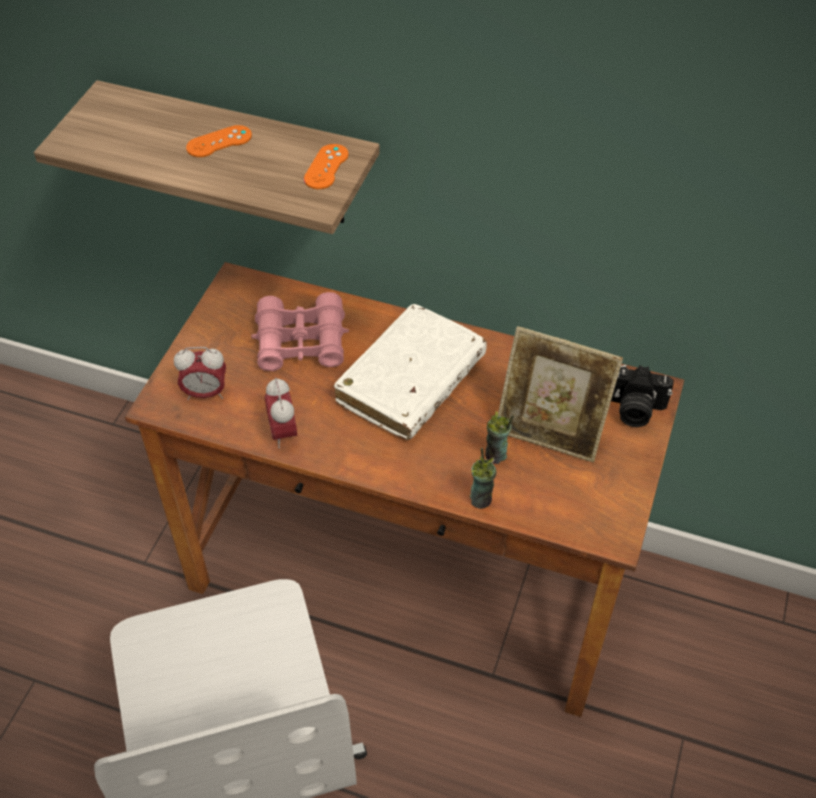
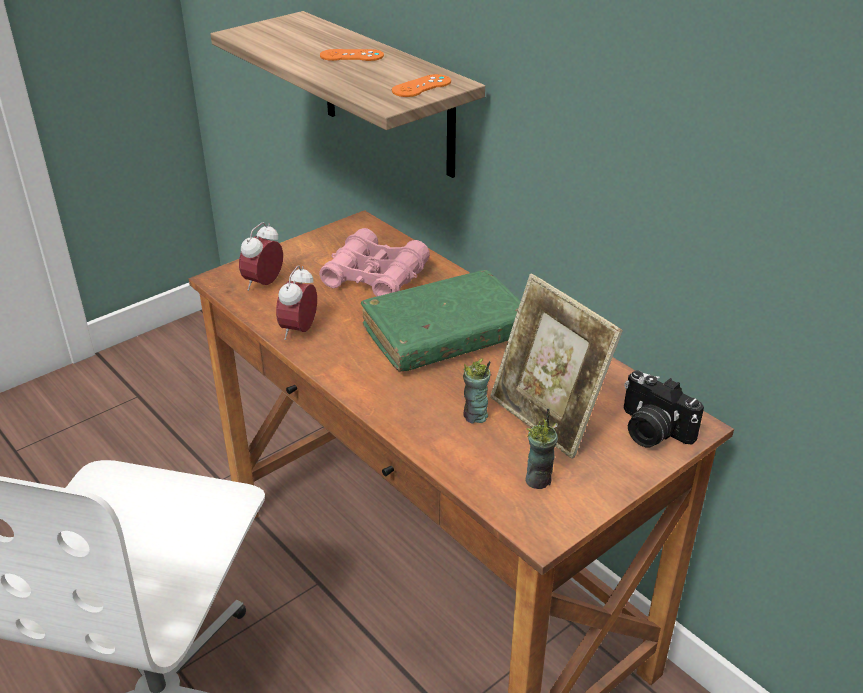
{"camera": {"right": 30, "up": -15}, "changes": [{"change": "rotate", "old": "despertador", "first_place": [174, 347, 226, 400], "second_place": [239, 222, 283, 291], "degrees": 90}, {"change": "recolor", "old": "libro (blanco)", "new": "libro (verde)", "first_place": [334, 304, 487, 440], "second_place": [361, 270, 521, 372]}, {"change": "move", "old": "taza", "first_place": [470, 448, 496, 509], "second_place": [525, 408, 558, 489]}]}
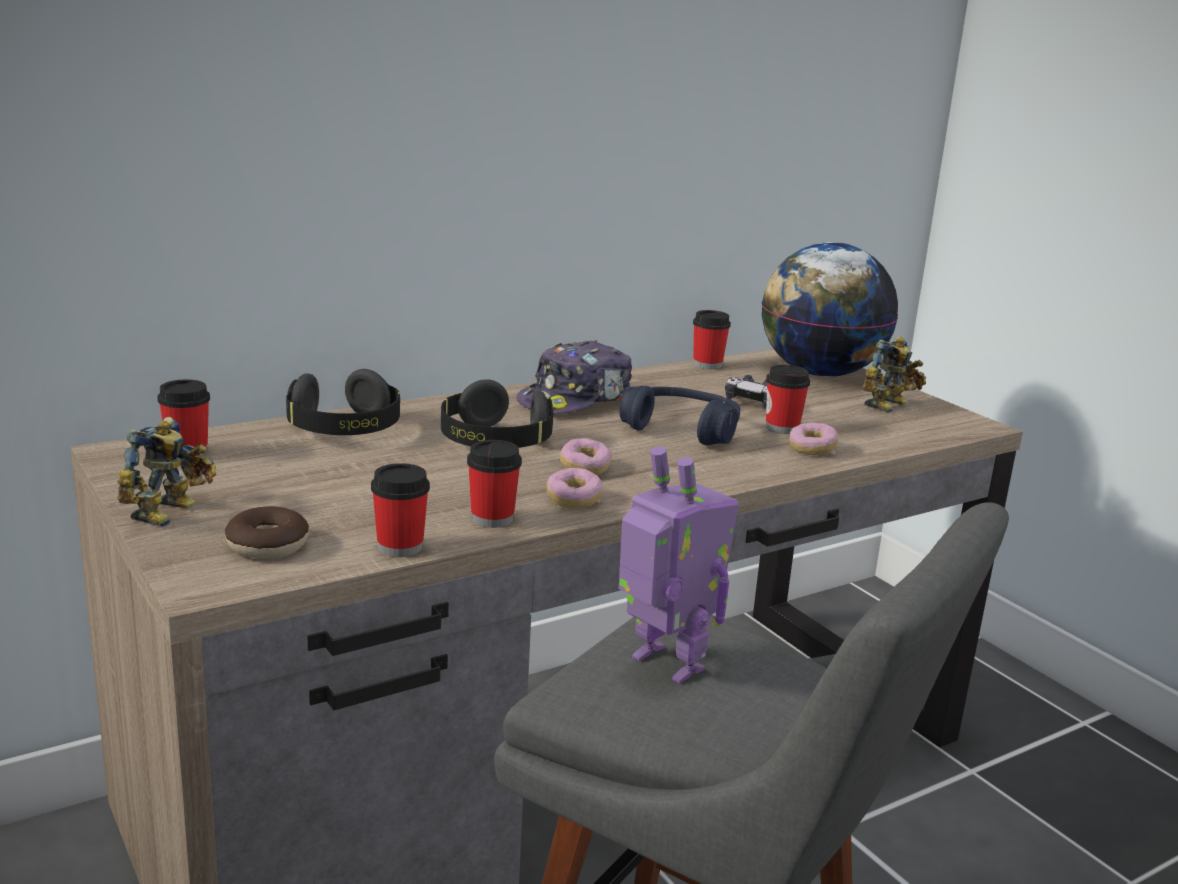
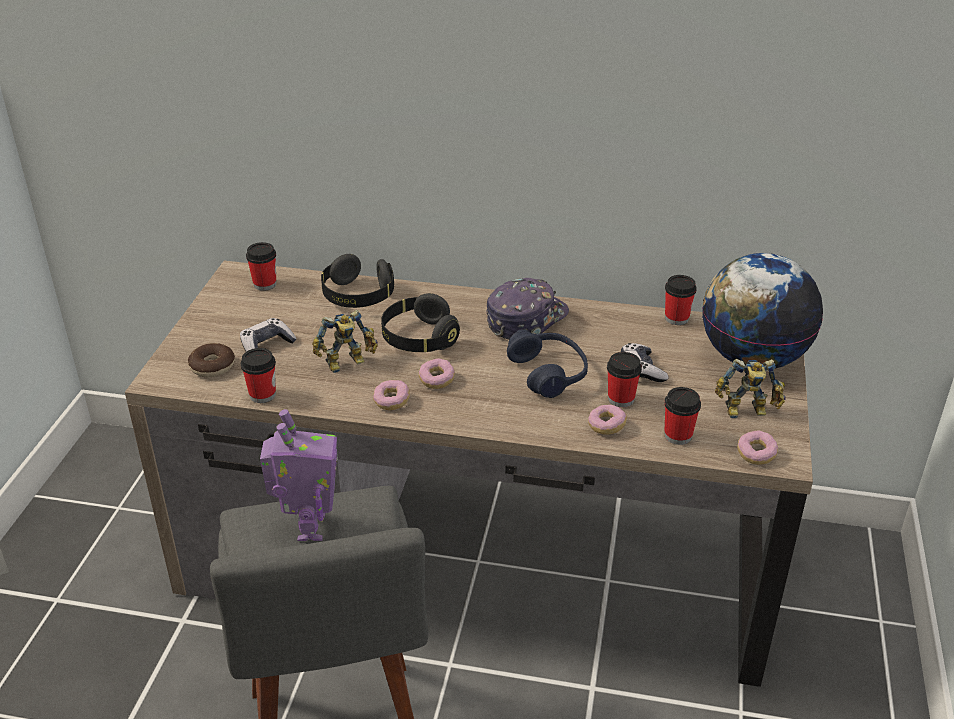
{"camera": {"right": 45, "up": 15}, "changes": [{"change": "insert", "new": "mando de consola", "second_place": [240, 318, 297, 352]}, {"change": "move", "old": "robot de juguete", "first_place": [117, 417, 216, 527], "second_place": [312, 310, 378, 373]}, {"change": "rotate", "old": "gorra", "first_place": [516, 340, 632, 414], "second_place": [486, 278, 569, 339], "degrees": 135}, {"change": "move", "old": "taza", "first_place": [467, 440, 522, 528], "second_place": [664, 387, 701, 445]}, {"change": "insert", "new": "rosquilla", "second_place": [737, 430, 778, 465]}]}
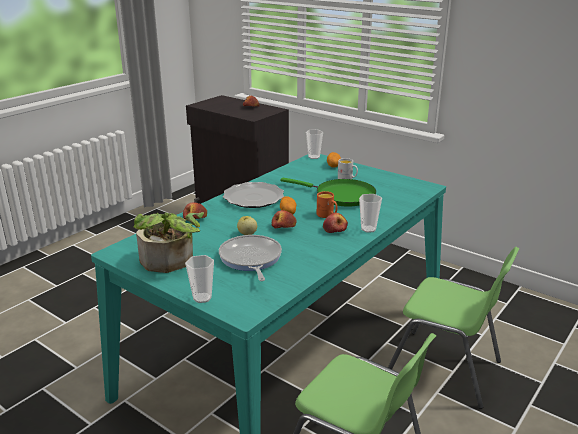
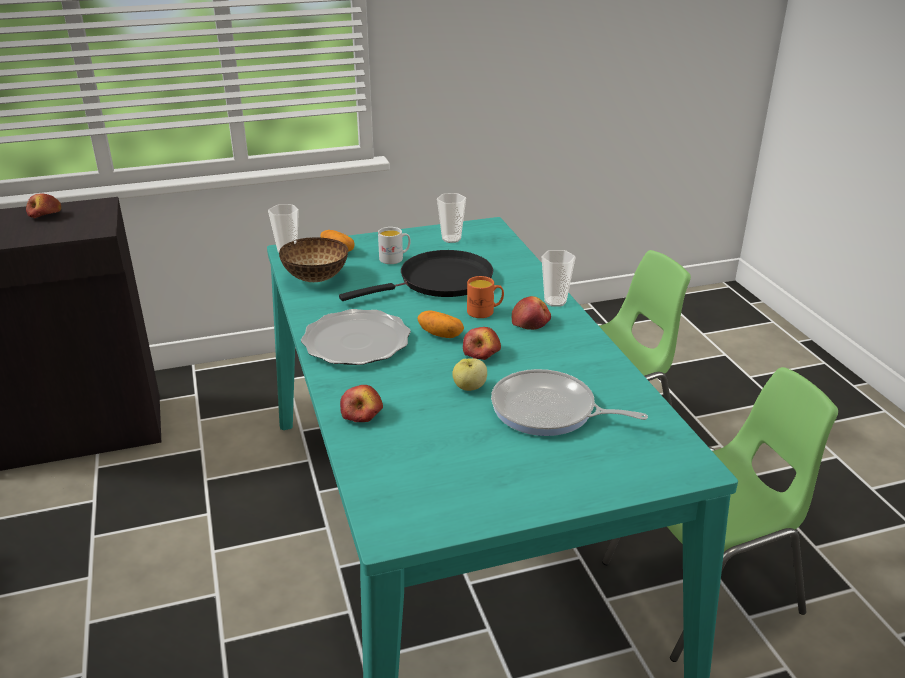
{"camera": {"right": -55, "up": 5}, "changes": [{"change": "insert", "new": "cuenco", "second_place": [279, 238, 348, 282]}, {"change": "recolor", "old": "sartén (verde)", "new": "sartén (negro)", "first_place": [280, 178, 376, 207], "second_place": [339, 250, 493, 301]}, {"change": "move", "old": "taza", "first_place": [185, 255, 214, 303], "second_place": [437, 193, 466, 243]}, {"change": "delete", "old": "planta en maceta", "first_place": [133, 212, 204, 273]}]}
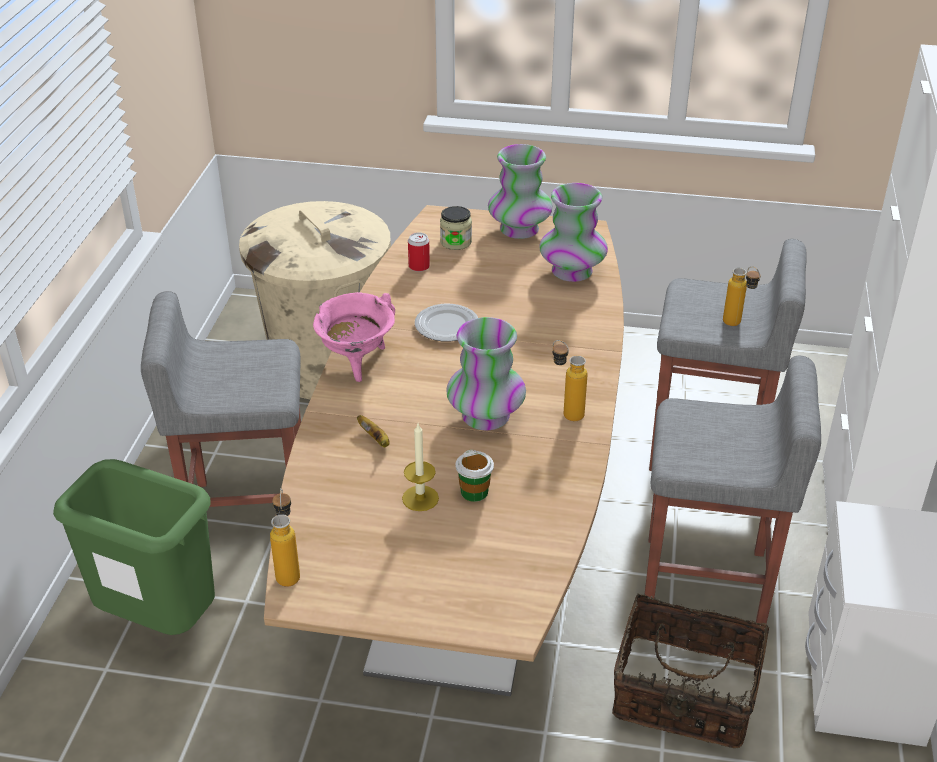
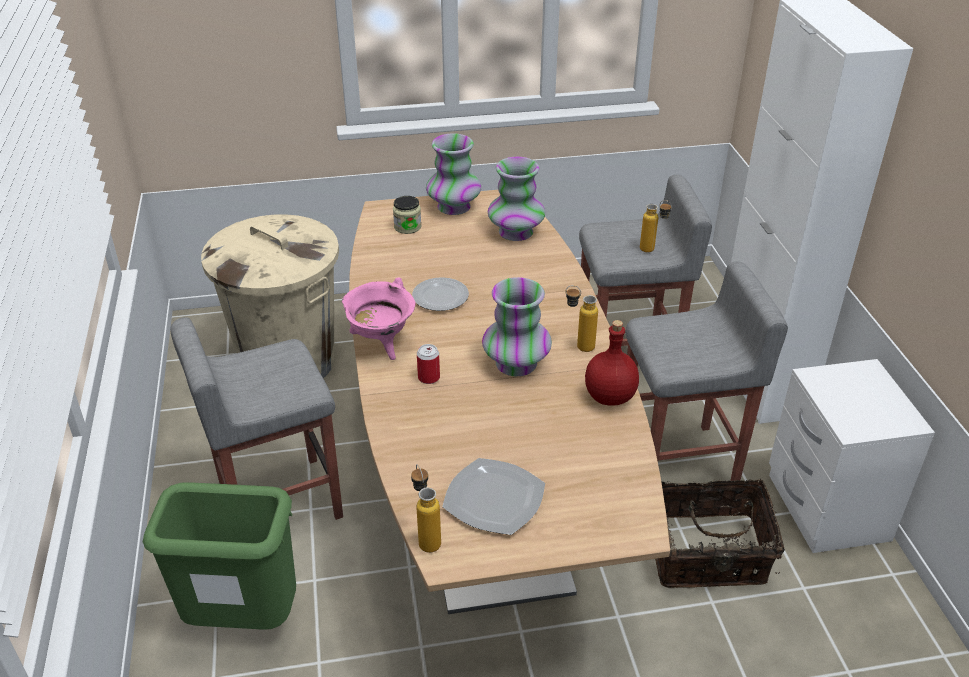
{"camera": {"right": -20, "up": 0}, "changes": [{"change": "move", "old": "lata", "first_place": [408, 232, 430, 272], "second_place": [417, 344, 440, 384]}, {"change": "insert", "new": "plato", "second_place": [442, 458, 545, 535]}, {"change": "insert", "new": "botella (rojo)", "second_place": [585, 320, 639, 406]}, {"change": "delete", "old": "plátano", "first_place": [357, 415, 390, 447]}, {"change": "delete", "old": "vela", "first_place": [402, 424, 439, 511]}, {"change": "delete", "old": "taza", "first_place": [456, 449, 494, 502]}]}
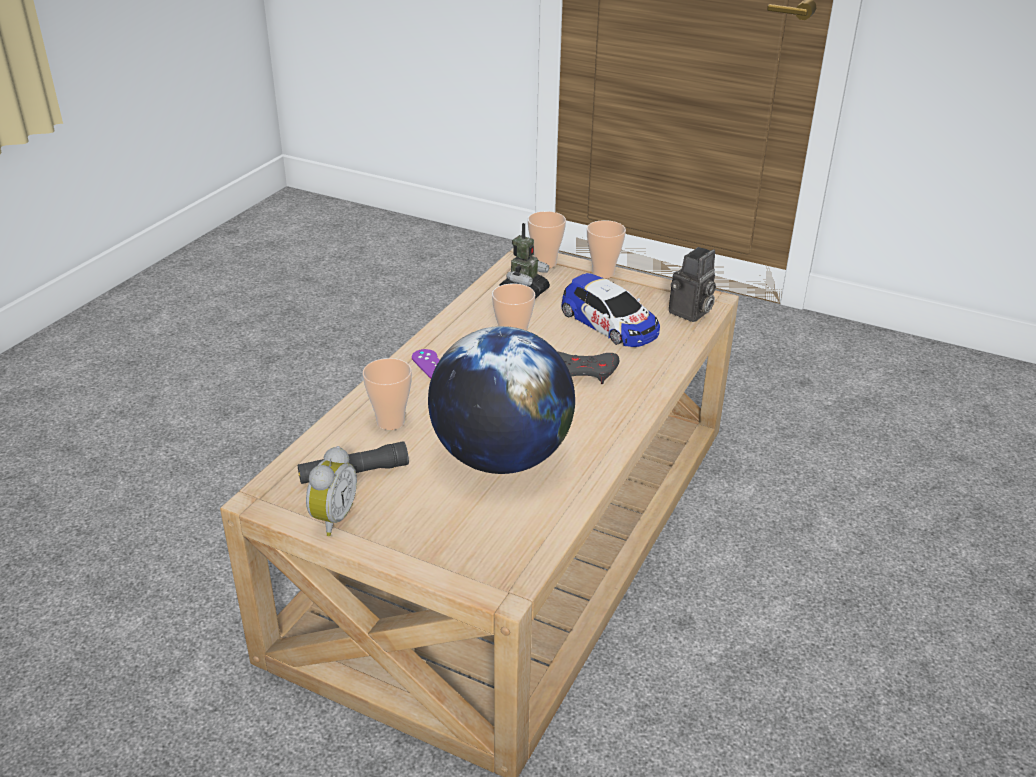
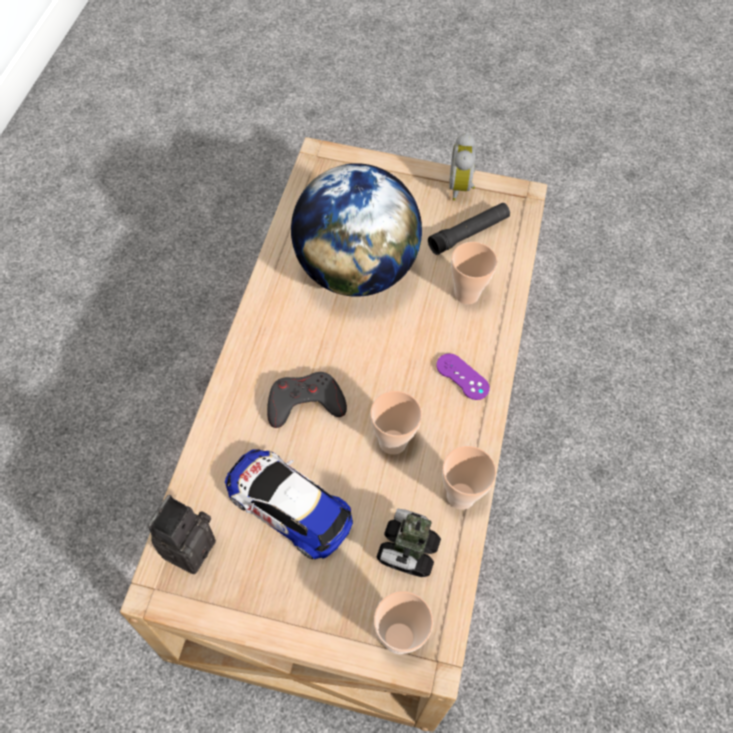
{"camera": {"right": 165, "up": 25}, "changes": [{"change": "move", "old": "taza", "first_place": [587, 220, 626, 279], "second_place": [442, 446, 496, 510]}]}
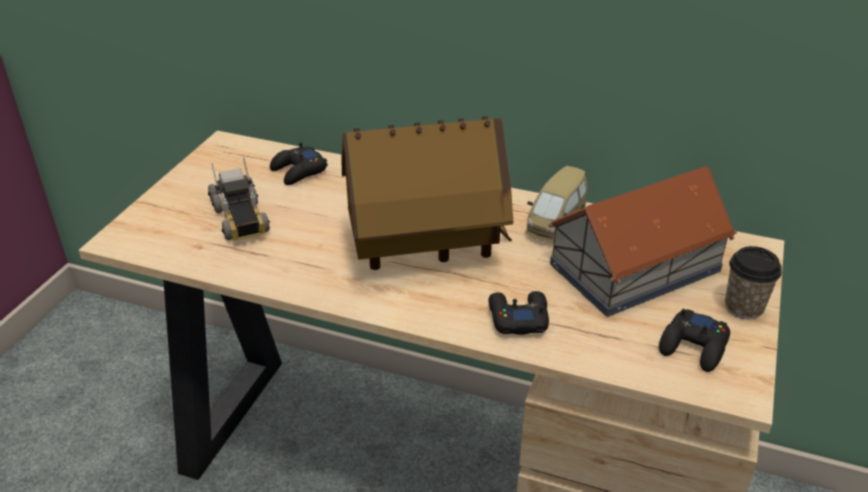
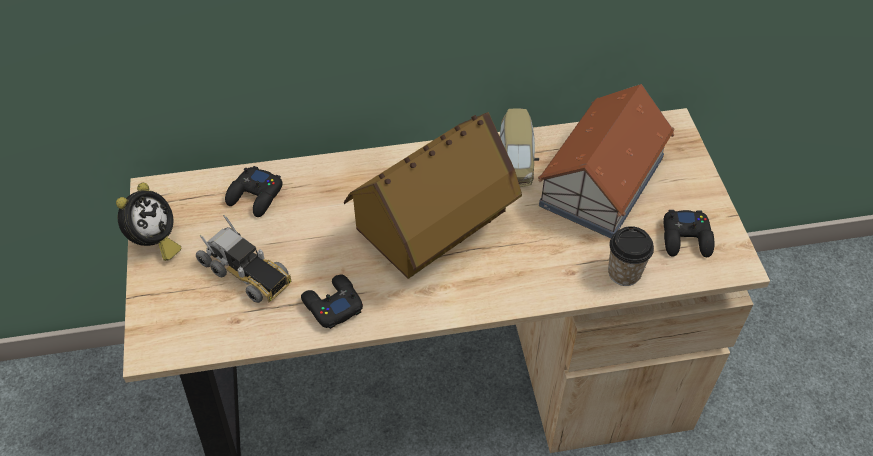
{"camera": {"right": -30, "up": 15}, "changes": [{"change": "insert", "new": "despertador", "second_place": [116, 183, 181, 261]}, {"change": "move", "old": "mando de consola (negro)", "first_place": [488, 291, 549, 335], "second_place": [301, 275, 363, 329]}, {"change": "move", "old": "taza", "first_place": [725, 246, 782, 319], "second_place": [608, 226, 654, 286]}]}
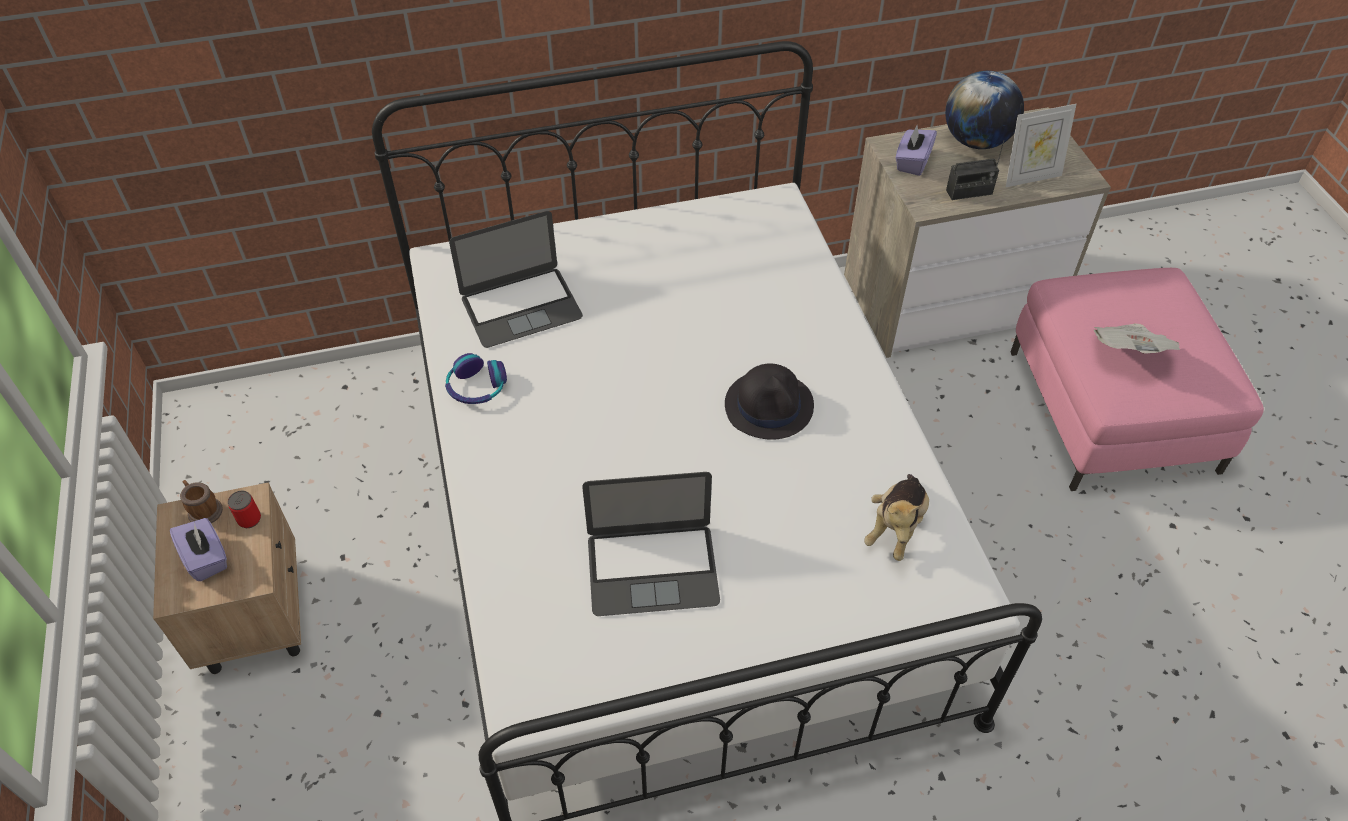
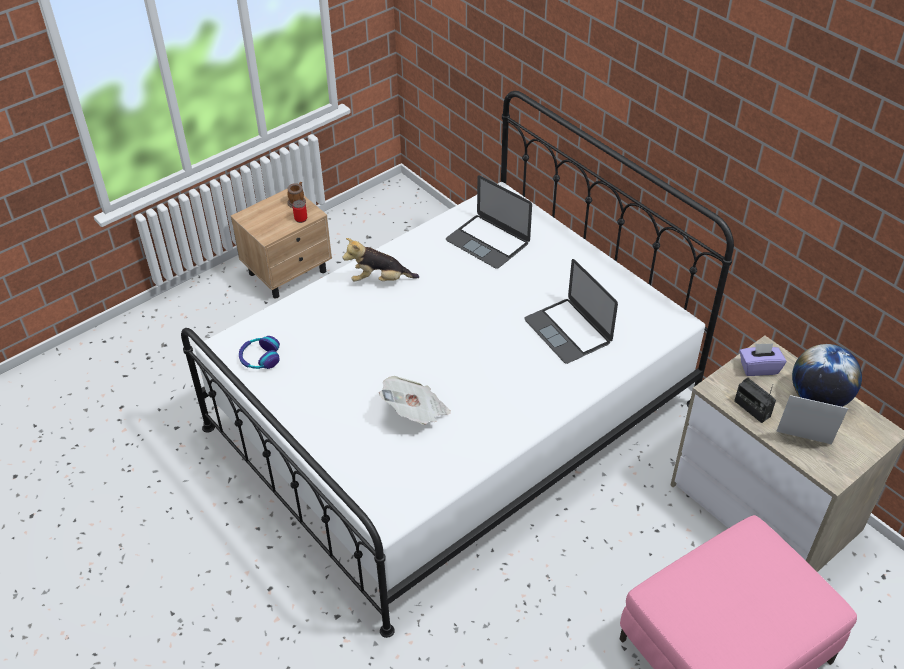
{"camera": {"right": 65, "up": -5}, "changes": [{"change": "move", "old": "auriculares", "first_place": [445, 353, 507, 404], "second_place": [239, 336, 280, 369]}, {"change": "move", "old": "peluche", "first_place": [864, 474, 929, 561], "second_place": [342, 238, 419, 282]}, {"change": "move", "old": "periódico", "first_place": [1094, 323, 1180, 353], "second_place": [379, 376, 451, 425]}, {"change": "move", "old": "portátil", "first_place": [582, 472, 720, 616], "second_place": [524, 259, 618, 364]}, {"change": "rotate", "old": "portarretratos", "first_place": [1006, 104, 1076, 187], "second_place": [776, 395, 848, 444], "degrees": 150}, {"change": "delete", "old": "caja de pañuelos (morado)", "first_place": [170, 518, 227, 581]}, {"change": "delete", "old": "sombrero (negro)", "first_place": [725, 363, 814, 440]}]}
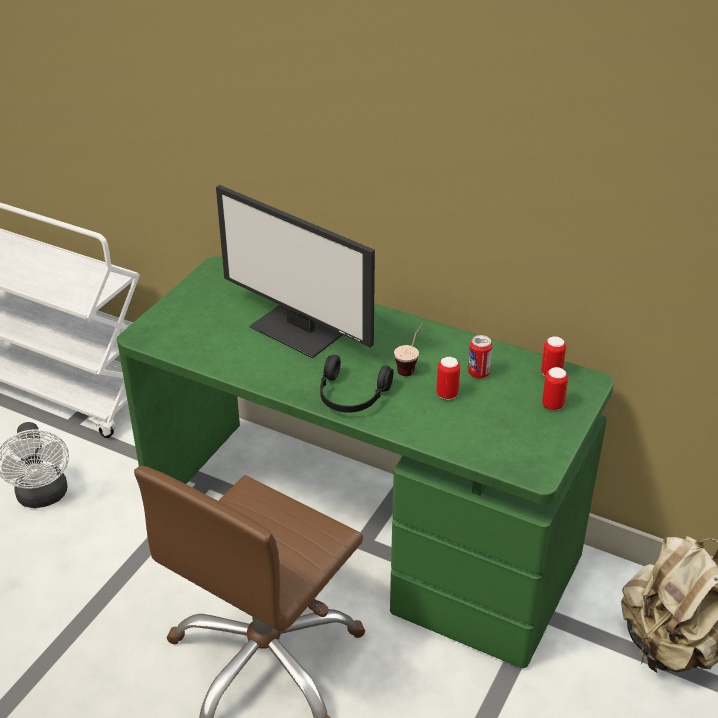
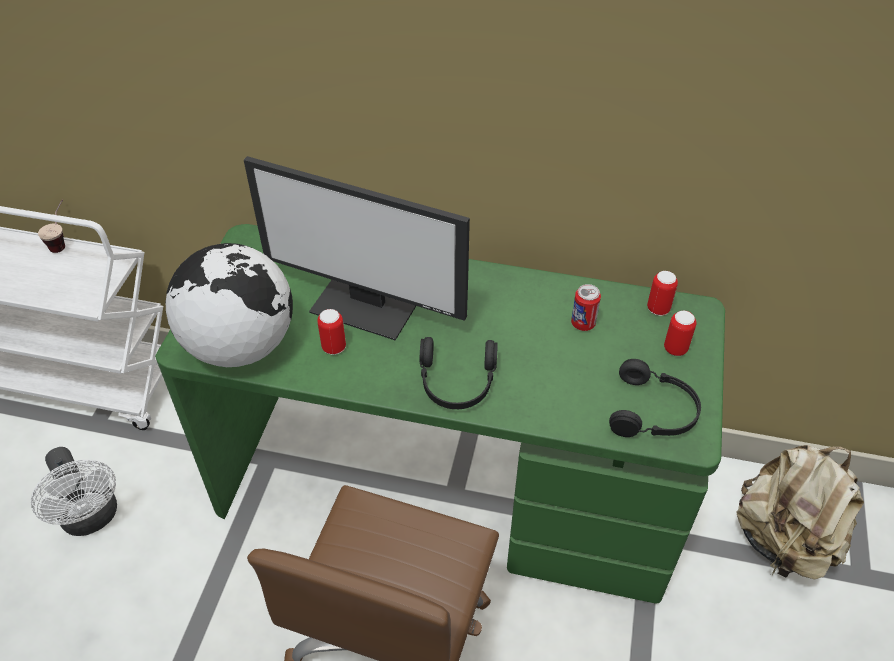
{"camera": {"right": -15, "up": 10}, "changes": [{"change": "move", "old": "taza", "first_place": [394, 322, 424, 376], "second_place": [38, 200, 65, 253]}, {"change": "insert", "new": "globo terráqueo", "second_place": [165, 243, 293, 367]}, {"change": "move", "old": "lata", "first_place": [436, 357, 460, 400], "second_place": [317, 309, 346, 355]}, {"change": "insert", "new": "auriculares (negro)", "second_place": [609, 359, 701, 437]}]}
